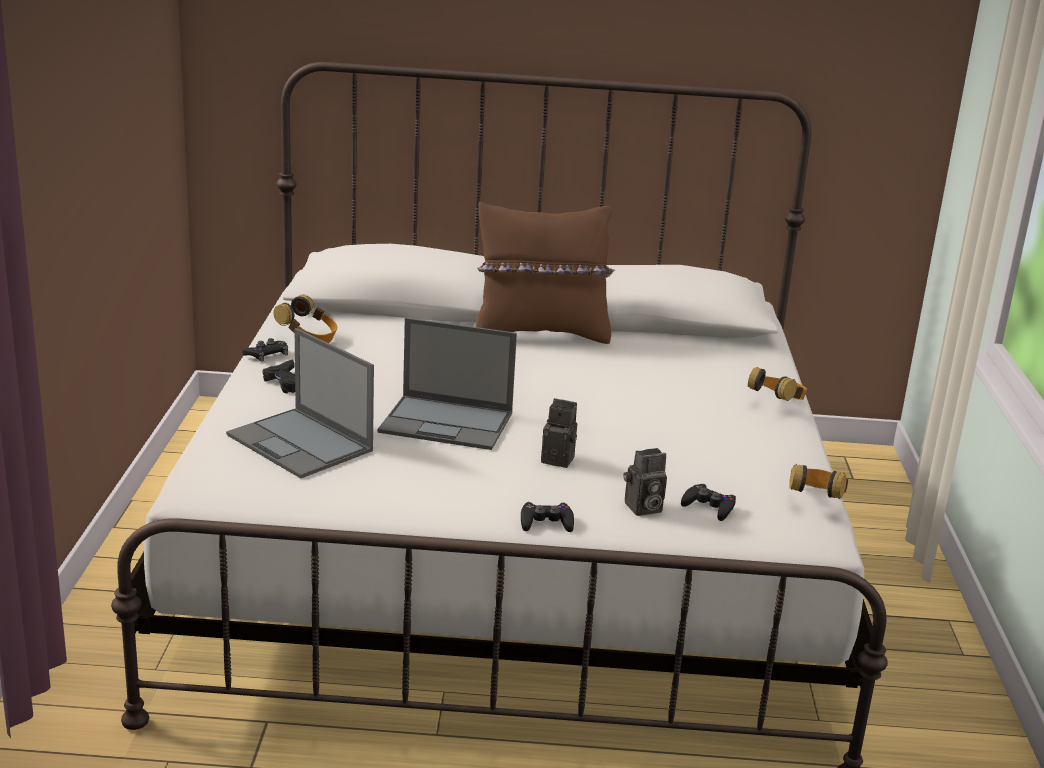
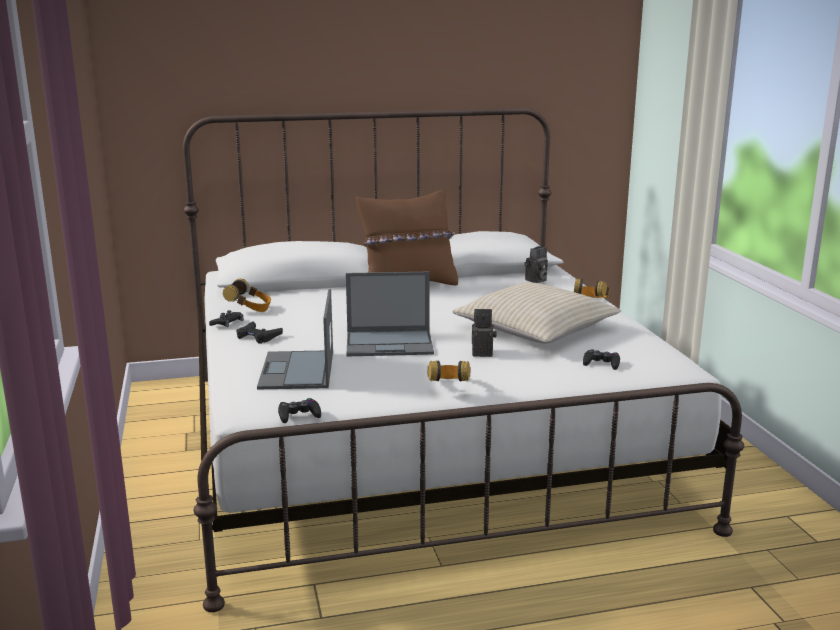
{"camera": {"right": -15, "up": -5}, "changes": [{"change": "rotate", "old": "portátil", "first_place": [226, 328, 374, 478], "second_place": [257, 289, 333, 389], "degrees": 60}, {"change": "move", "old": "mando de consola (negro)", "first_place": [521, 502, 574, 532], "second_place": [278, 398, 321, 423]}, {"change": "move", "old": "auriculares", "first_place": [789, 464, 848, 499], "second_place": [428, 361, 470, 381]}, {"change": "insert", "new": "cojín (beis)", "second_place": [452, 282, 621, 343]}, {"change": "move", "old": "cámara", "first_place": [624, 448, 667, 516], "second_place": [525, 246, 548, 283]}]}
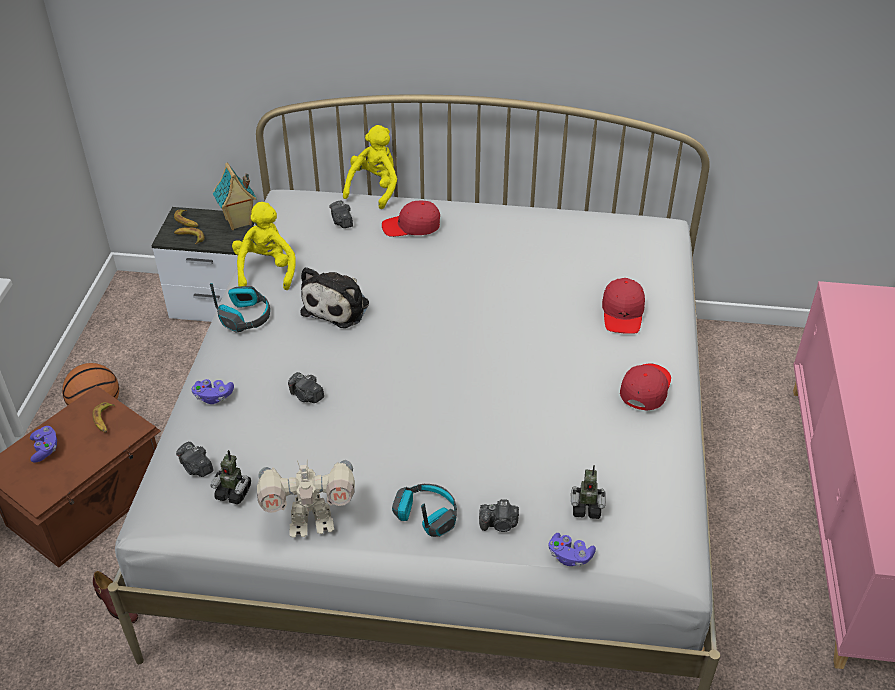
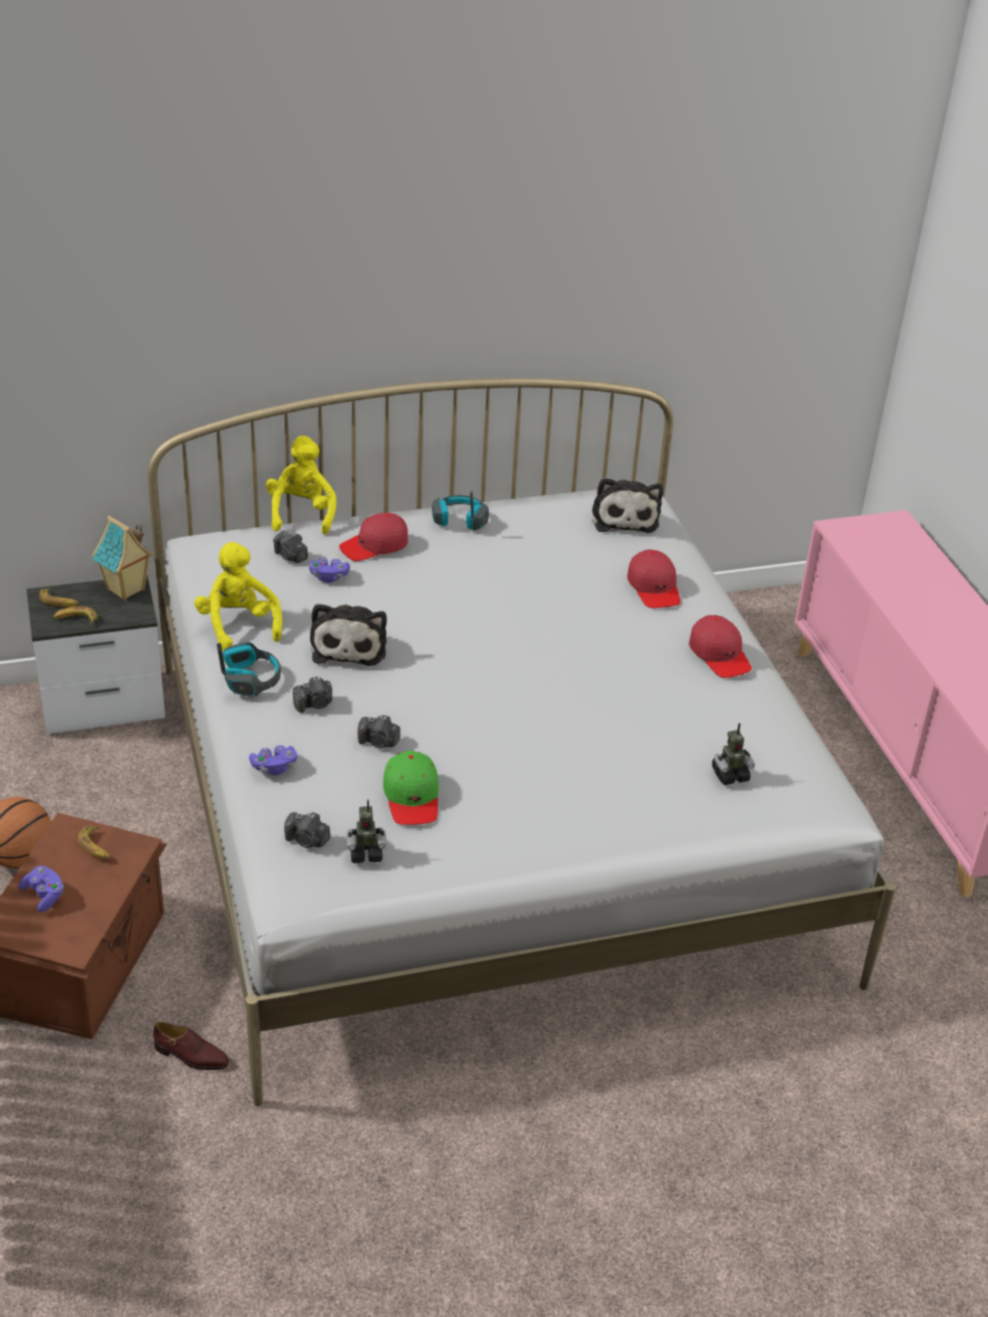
{"camera": {"right": -25, "up": -5}, "changes": [{"change": "move", "old": "cámara", "first_place": [479, 499, 519, 532], "second_place": [293, 676, 332, 713]}, {"change": "move", "old": "mando de consola (morado)", "first_place": [548, 533, 596, 567], "second_place": [309, 558, 350, 583]}, {"change": "insert", "new": "gorra (verde)", "second_place": [383, 751, 439, 825]}, {"change": "move", "old": "auriculares", "first_place": [392, 484, 457, 537], "second_place": [432, 491, 489, 530]}, {"change": "insert", "new": "peluche", "second_place": [592, 478, 663, 533]}, {"change": "rotate", "old": "gorra (rojo)", "first_place": [620, 363, 671, 411], "second_place": [689, 615, 752, 678], "degrees": 150}, {"change": "delete", "old": "robot de juguete", "first_place": [257, 460, 355, 537]}]}
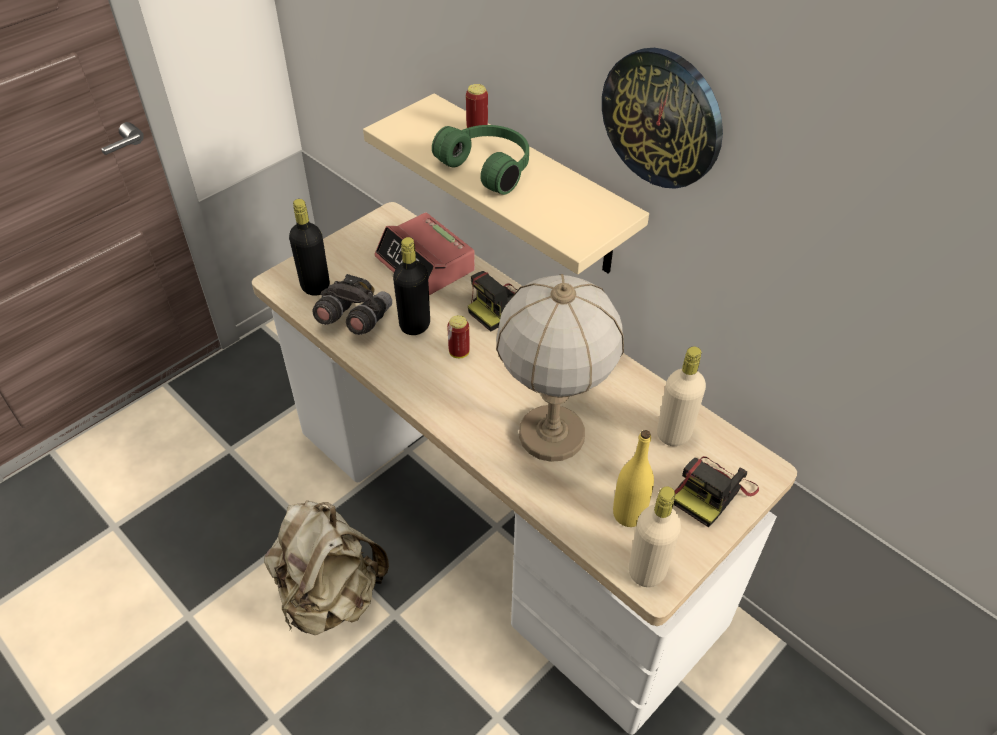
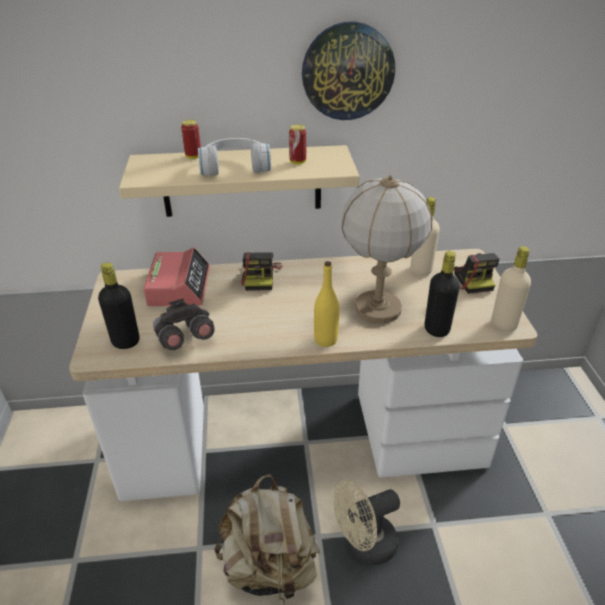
{"camera": {"right": -50, "up": -10}, "changes": [{"change": "rotate", "old": "despertador", "first_place": [375, 212, 475, 295], "second_place": [143, 247, 210, 306], "degrees": -90}, {"change": "recolor", "old": "auriculares (verde)", "new": "auriculares (blanco)", "first_place": [432, 125, 529, 195], "second_place": [198, 138, 271, 176]}, {"change": "move", "old": "lata", "first_place": [447, 315, 470, 358], "second_place": [289, 124, 306, 164]}, {"change": "move", "old": "botella (amarillo)", "first_place": [613, 430, 654, 527], "second_place": [314, 261, 339, 347]}, {"change": "insert", "new": "ventilador (beis)", "second_place": [334, 480, 400, 565]}, {"change": "move", "old": "botella (negro)", "first_place": [393, 237, 430, 335], "second_place": [425, 251, 460, 337]}]}
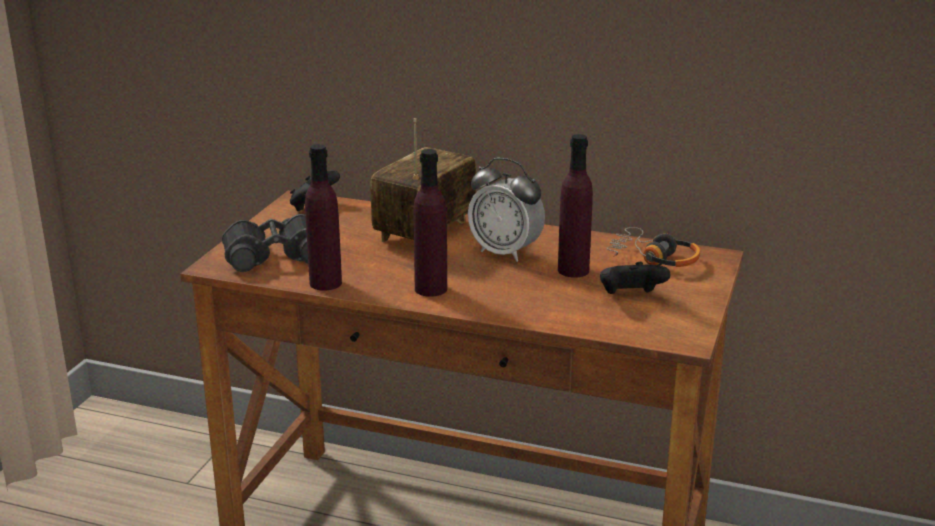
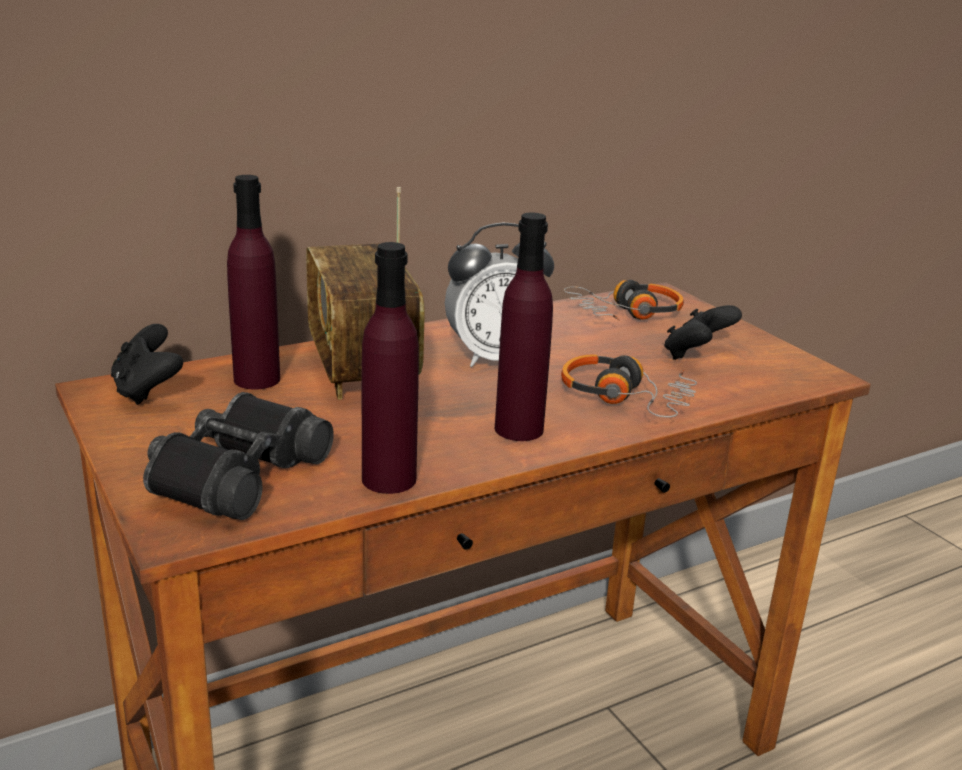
{"camera": {"right": -50, "up": 0}, "changes": [{"change": "move", "old": "botella (morado)", "first_place": [558, 134, 593, 278], "second_place": [227, 175, 280, 389]}, {"change": "insert", "new": "auriculares", "second_place": [561, 354, 697, 417]}]}
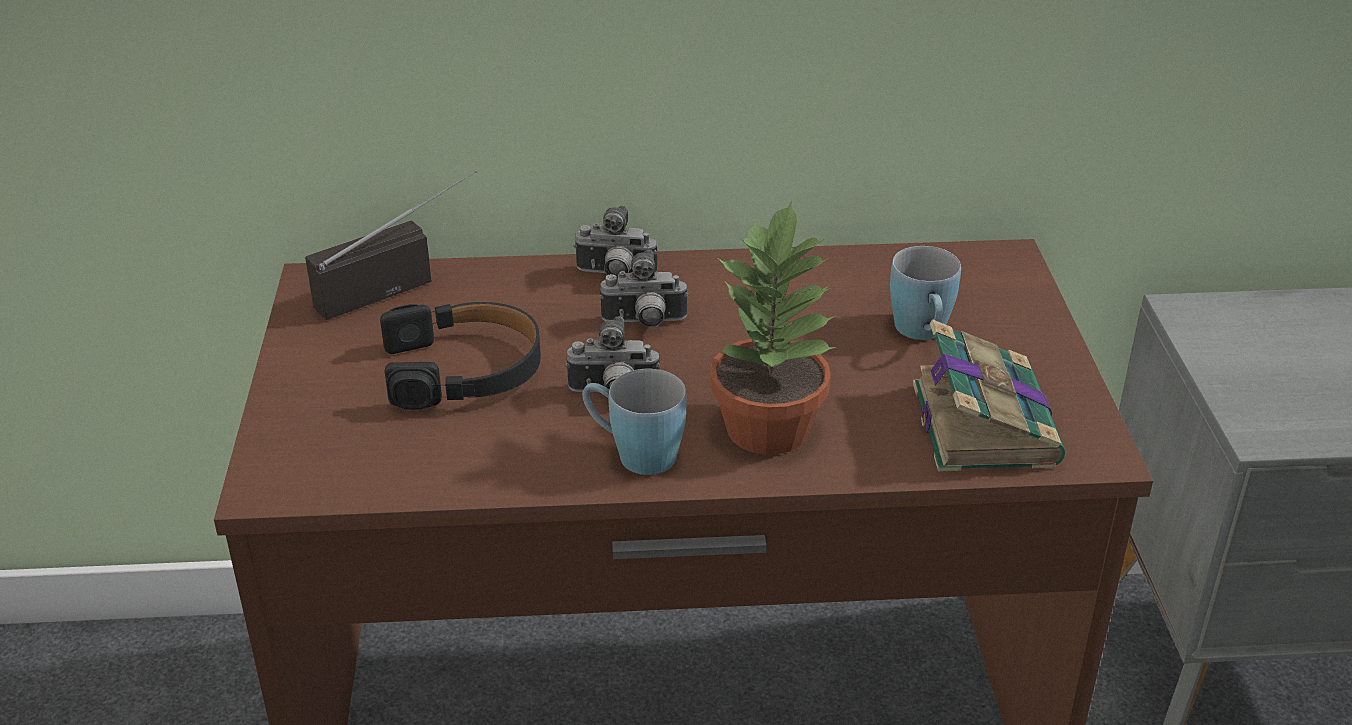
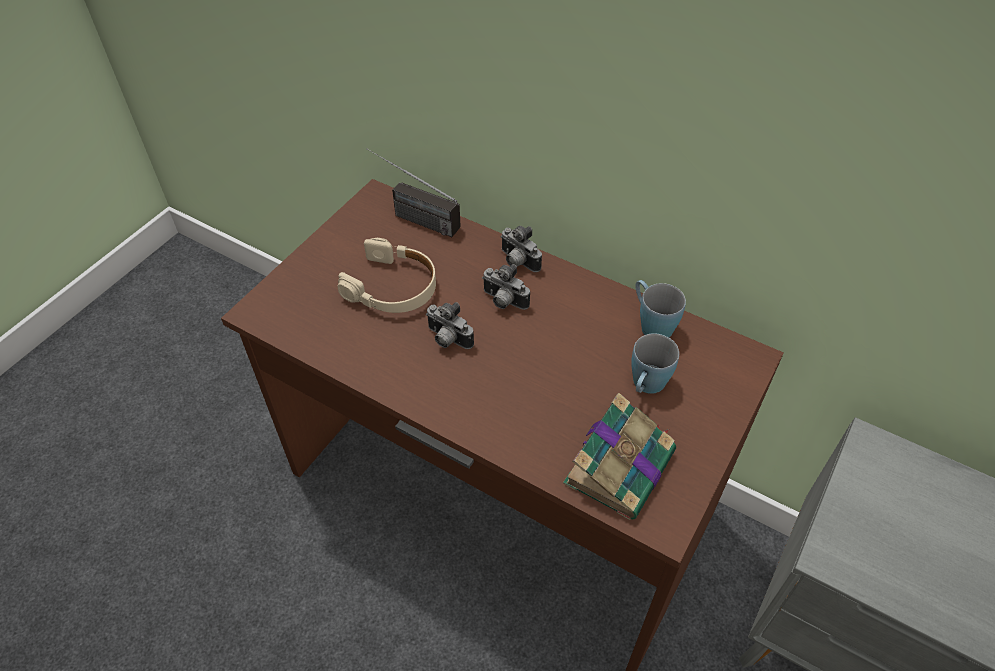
{"camera": {"right": 35, "up": 15}, "changes": [{"change": "recolor", "old": "auriculares (negro)", "new": "auriculares (beis)", "first_place": [380, 302, 541, 410], "second_place": [338, 238, 436, 313]}, {"change": "rotate", "old": "radio", "first_place": [305, 170, 477, 320], "second_place": [366, 148, 461, 237], "degrees": -150}, {"change": "move", "old": "taza grande (azul)", "first_place": [582, 369, 687, 475], "second_place": [635, 280, 686, 337]}, {"change": "delete", "old": "planta en maceta", "first_place": [710, 200, 837, 455]}]}
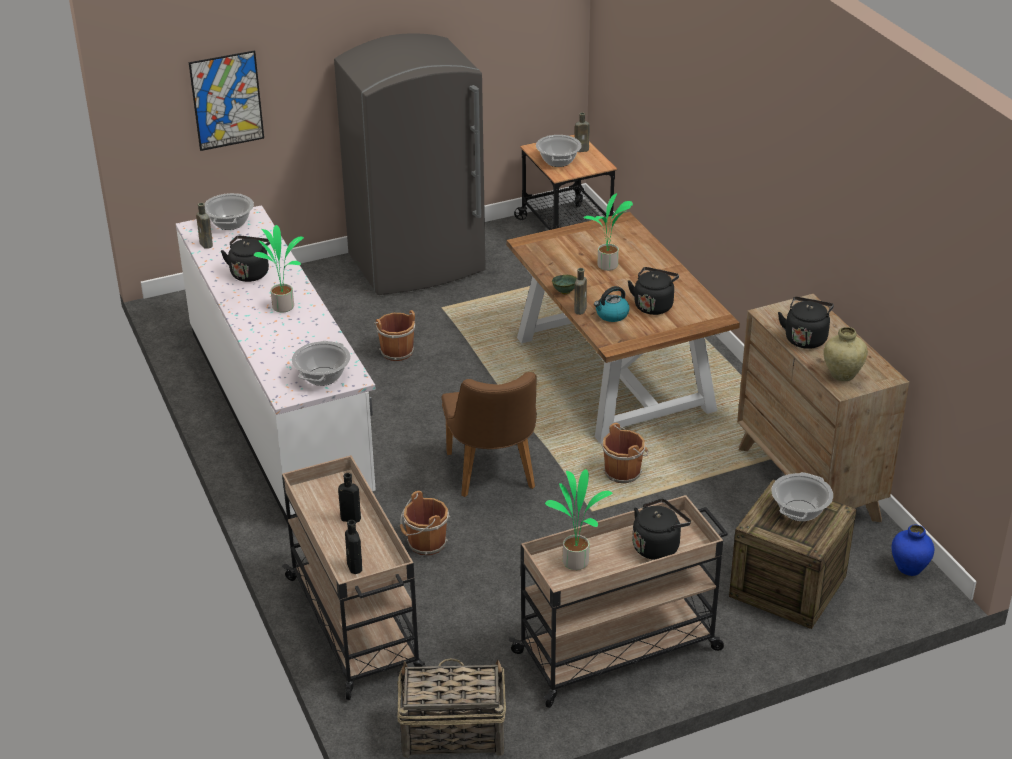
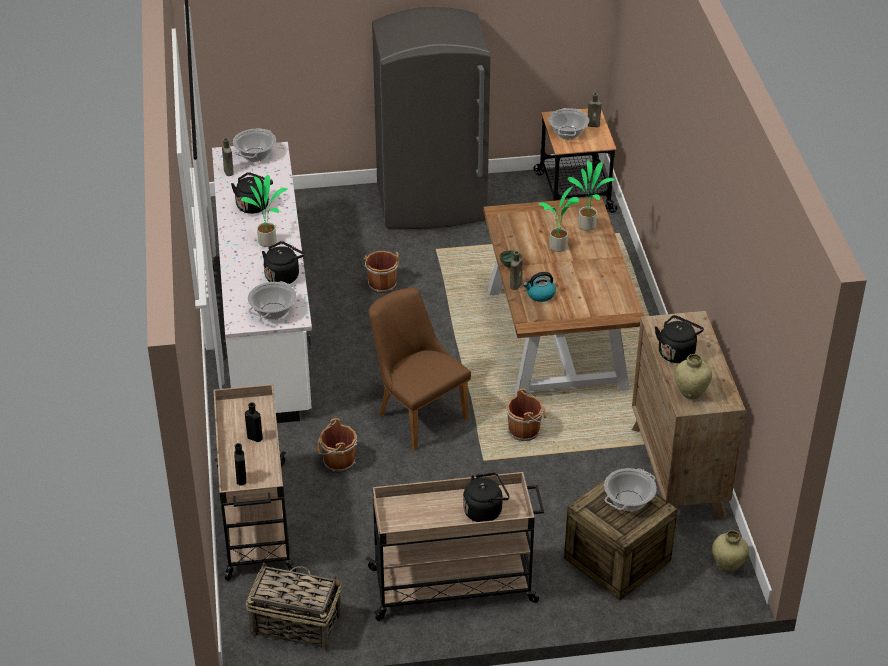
{"camera": {"right": 15, "up": 5}, "changes": [{"change": "move", "old": "hervidor (negro)", "first_place": [628, 267, 679, 315], "second_place": [262, 241, 305, 284]}, {"change": "rotate", "old": "silla (marrón)", "first_place": [442, 372, 537, 497], "second_place": [369, 288, 471, 450], "degrees": 135}, {"change": "move", "old": "planta en maceta", "first_place": [545, 469, 612, 570], "second_place": [567, 161, 615, 231]}, {"change": "recolor", "old": "florero (azul)", "new": "florero (beis)", "first_place": [892, 524, 934, 576], "second_place": [712, 530, 749, 573]}, {"change": "delete", "old": "cuadro", "first_place": [189, 50, 264, 151]}]}
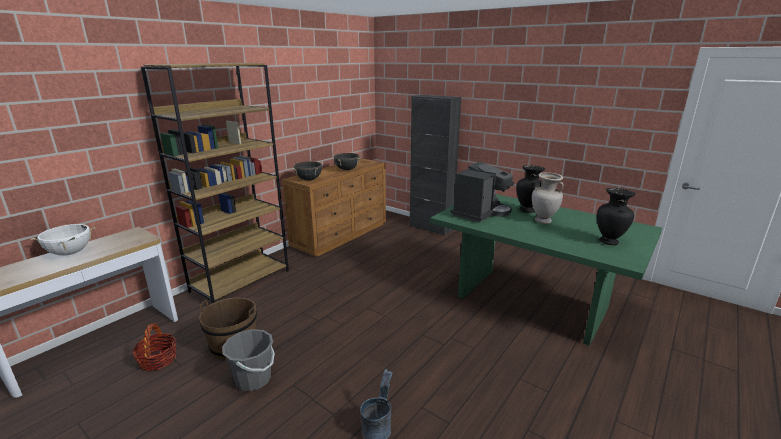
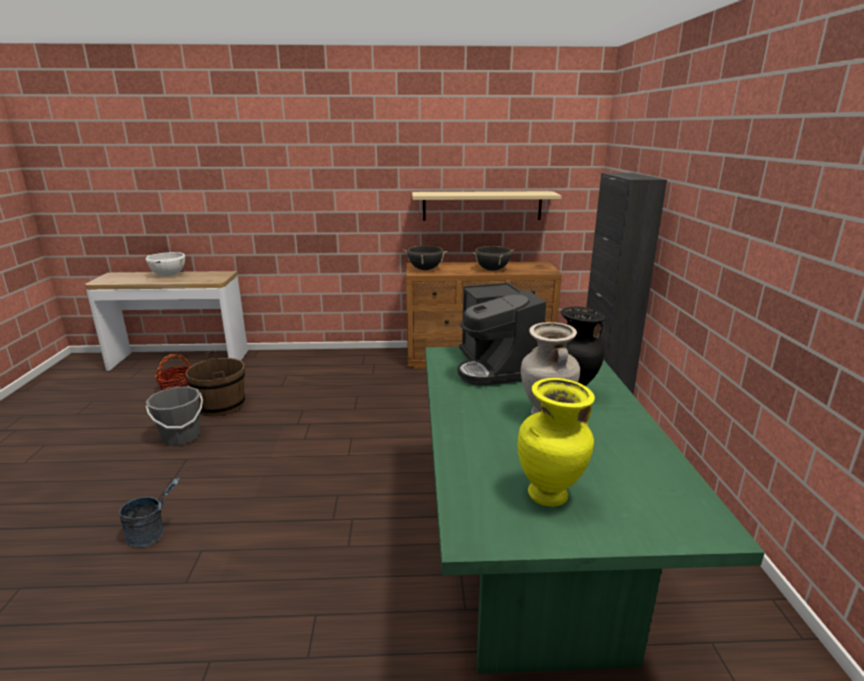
{"camera": {"right": 50, "up": 0}, "changes": [{"change": "insert", "new": "estante (beis)", "second_place": [412, 191, 562, 221]}, {"change": "rotate", "old": "cafetera", "first_place": [450, 162, 514, 223], "second_place": [458, 283, 546, 386], "degrees": 75}, {"change": "recolor", "old": "florero (negro)", "new": "florero (amarillo)", "first_place": [597, 188, 636, 245], "second_place": [518, 378, 595, 507]}, {"change": "delete", "old": "estantería (marrón)", "first_place": [141, 63, 289, 303]}]}
